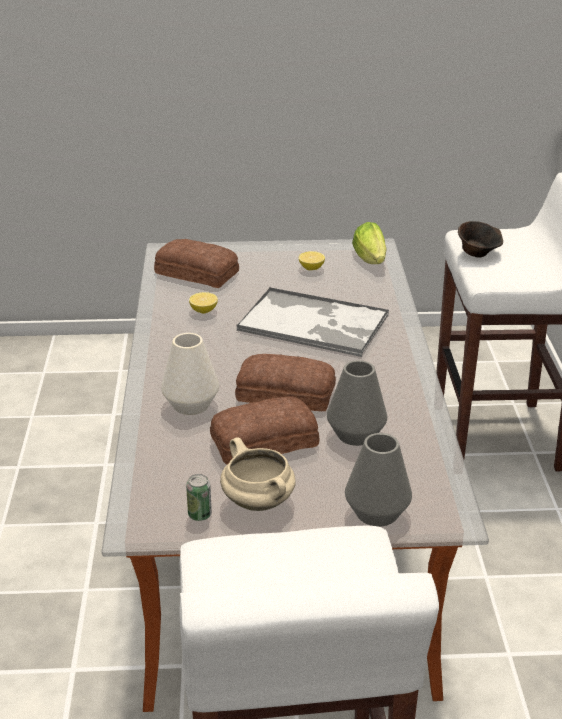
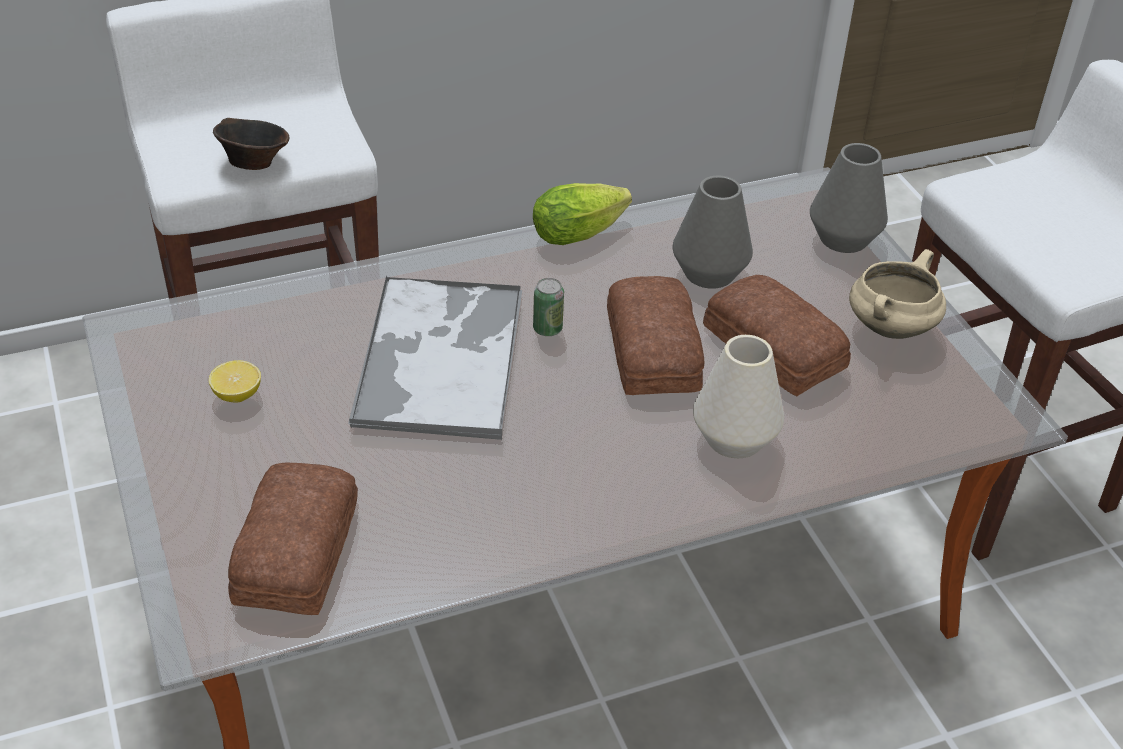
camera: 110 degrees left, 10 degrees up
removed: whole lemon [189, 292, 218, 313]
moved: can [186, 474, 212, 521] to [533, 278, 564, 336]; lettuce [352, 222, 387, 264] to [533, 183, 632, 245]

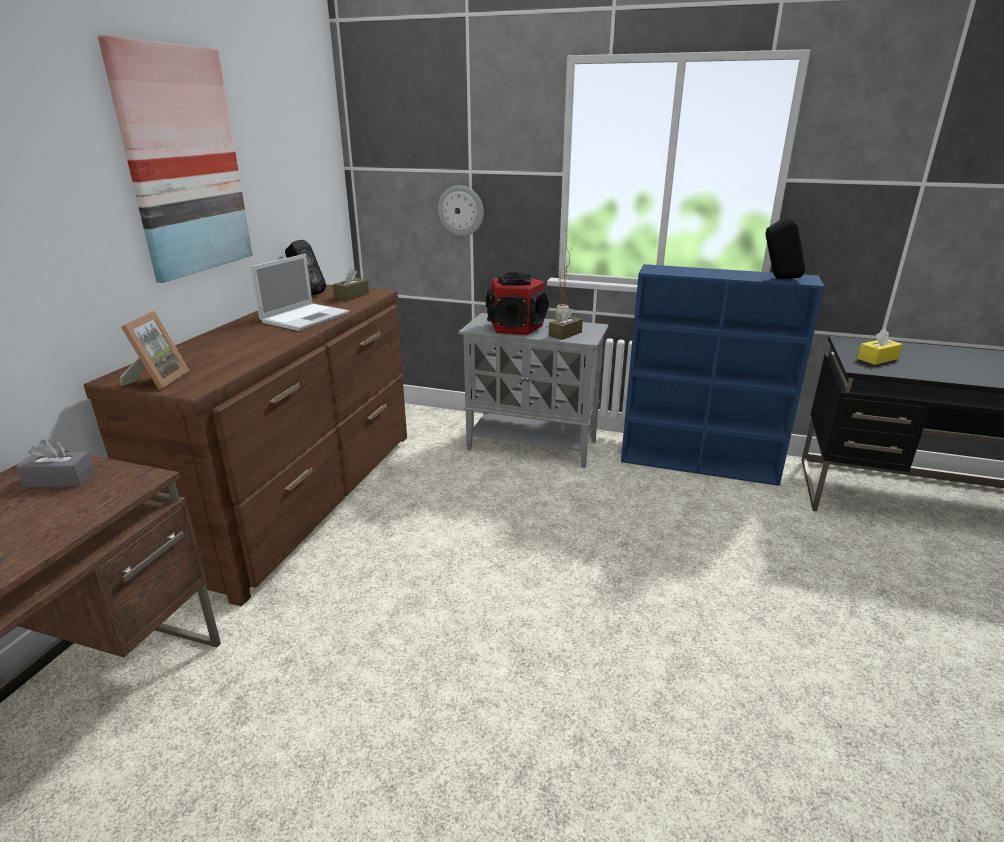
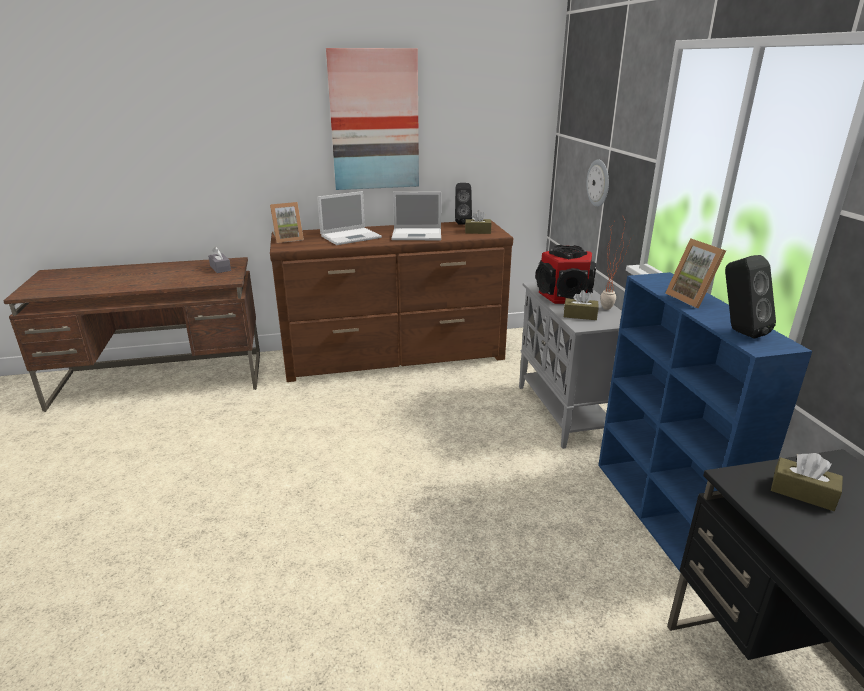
camera: 60 degrees right, 0 degrees up
added: notebook computer [317, 191, 382, 245]; picture frame [666, 238, 726, 308]
recoloured: tissue holder (yellowish) [857, 328, 903, 365] to tissue holder (brown-coloured) [771, 453, 843, 511]

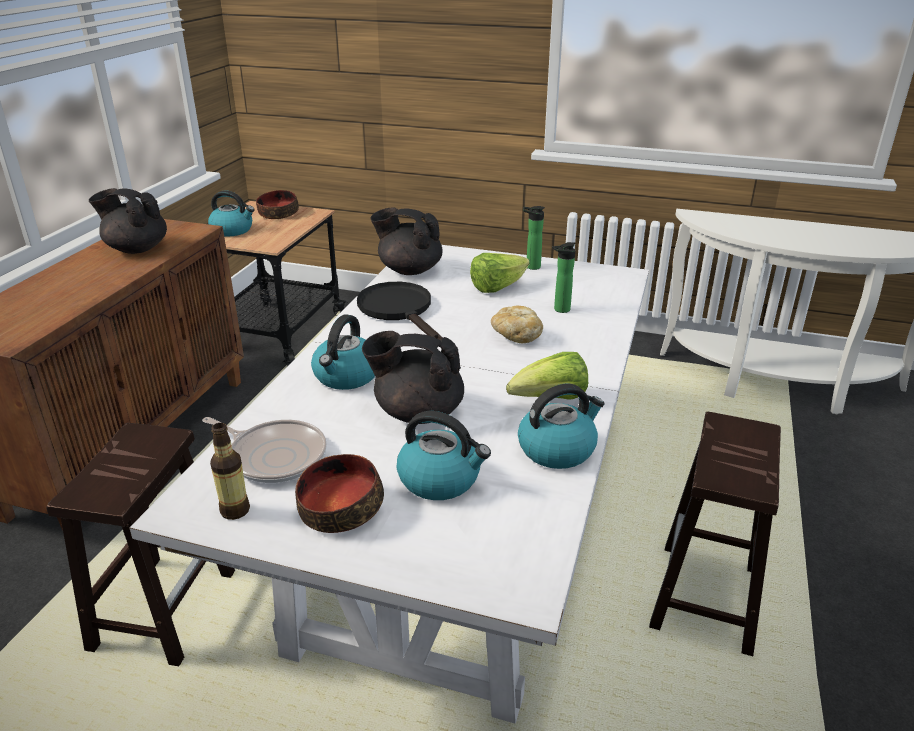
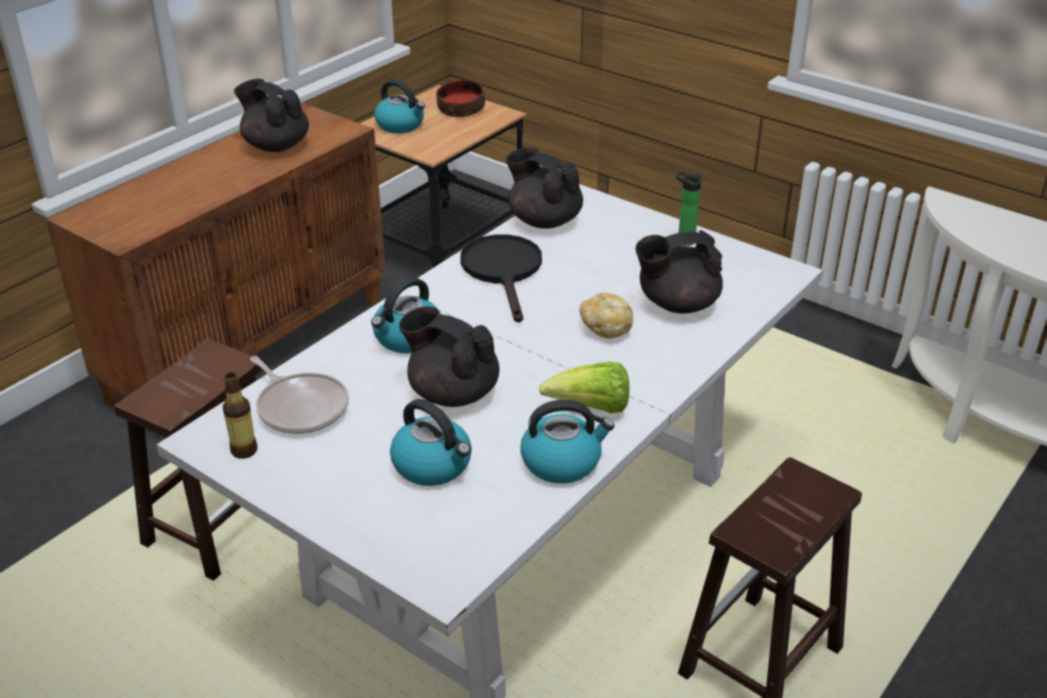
camera: 20 degrees right, 5 degrees up
removed: deep dish [295, 454, 384, 533]; lettuce [470, 253, 530, 293]
replaced: bottle [552, 242, 575, 313] to teapot (black) [635, 230, 723, 314]

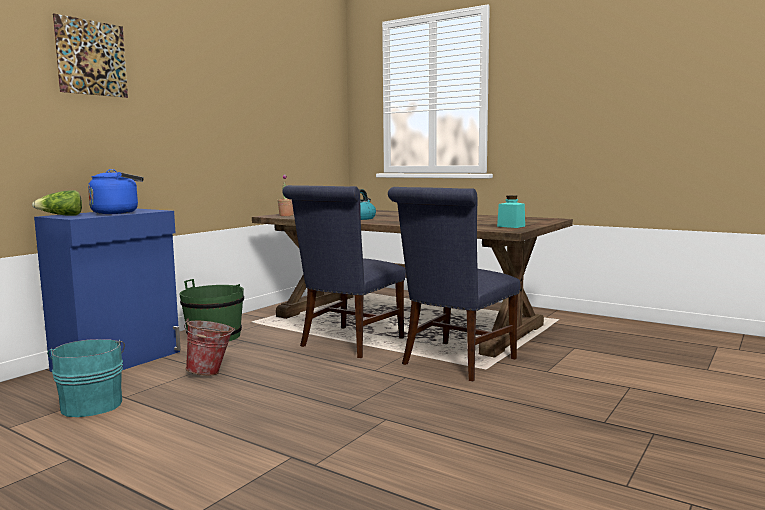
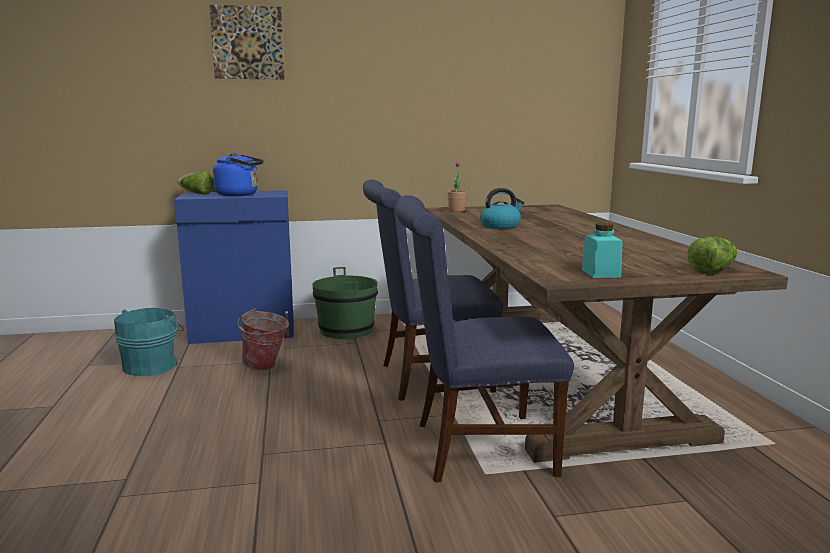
camera: 45 degrees right, 5 degrees up
added: lettuce [687, 237, 737, 274]

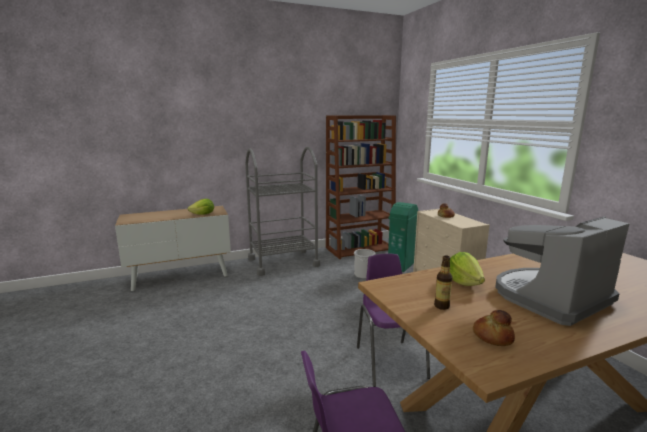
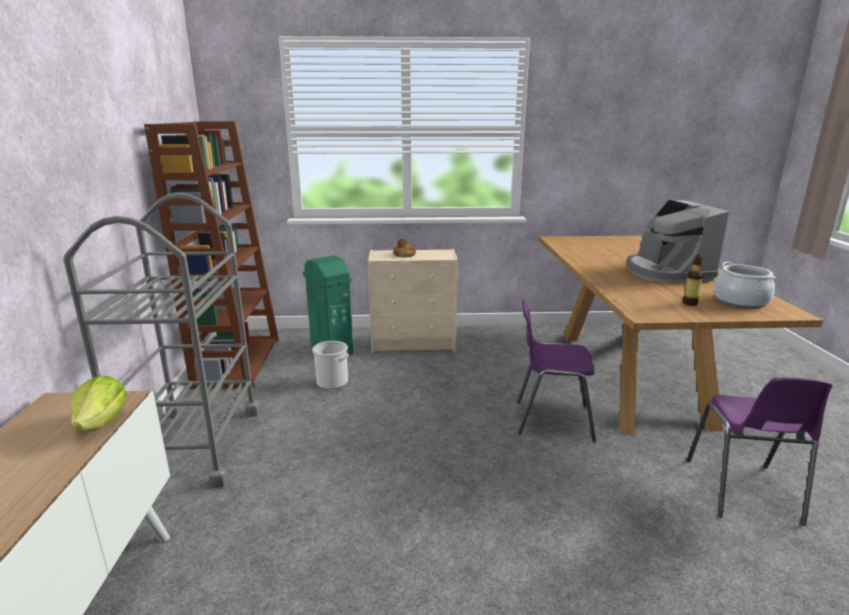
camera: 70 degrees left, 5 degrees up
removed: lettuce [450, 252, 485, 286]
replaced: bread [473, 310, 515, 346] to stockpot [714, 262, 776, 308]

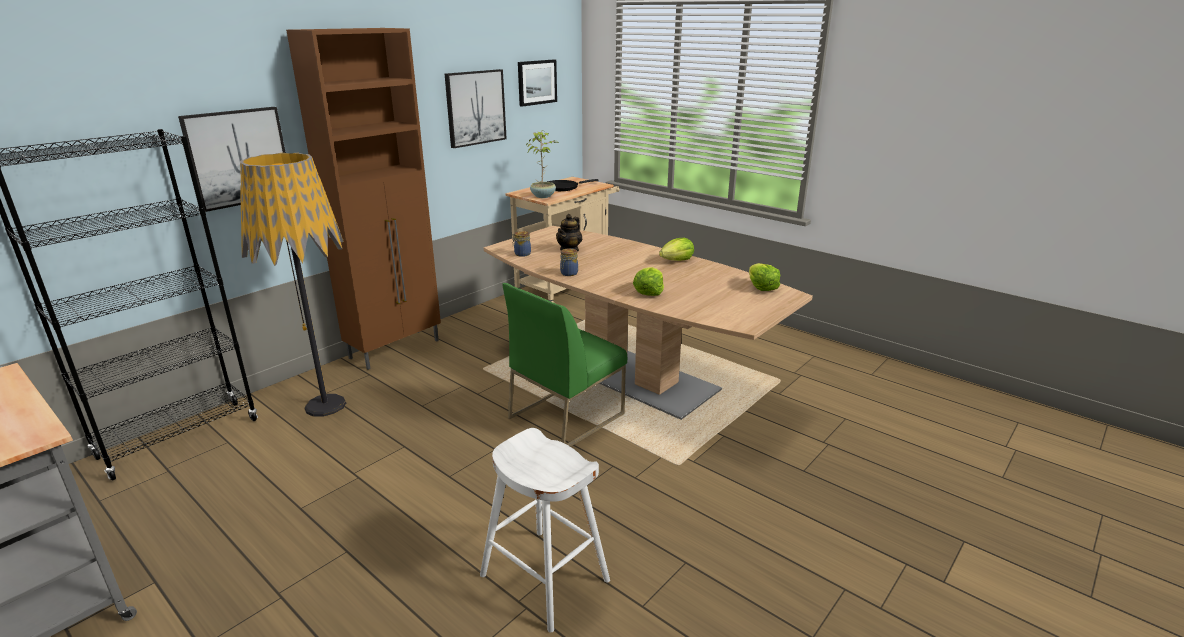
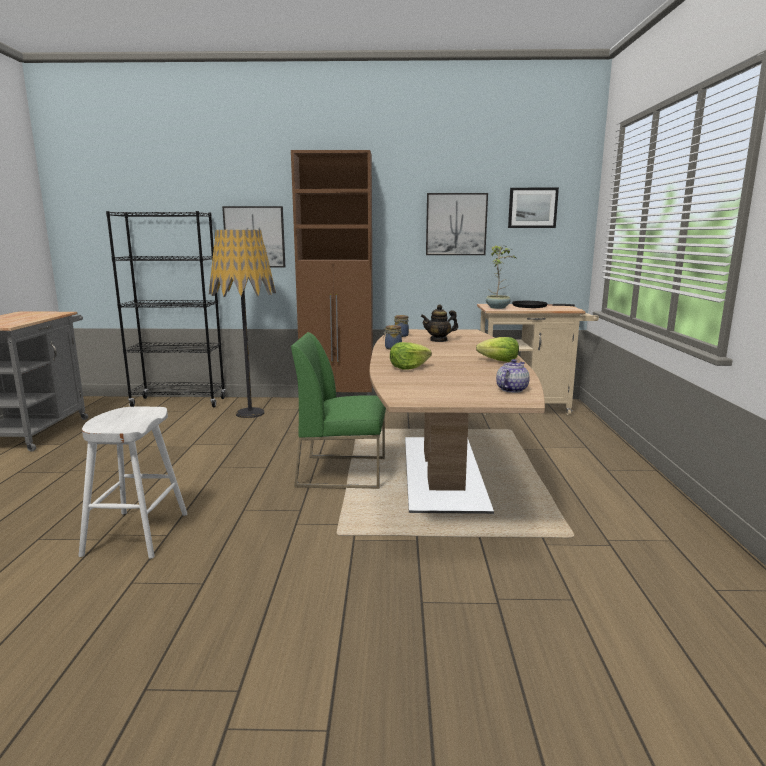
camera: 50 degrees right, 10 degrees down
replaced: lettuce [749, 263, 780, 291] to teapot [496, 359, 530, 393]

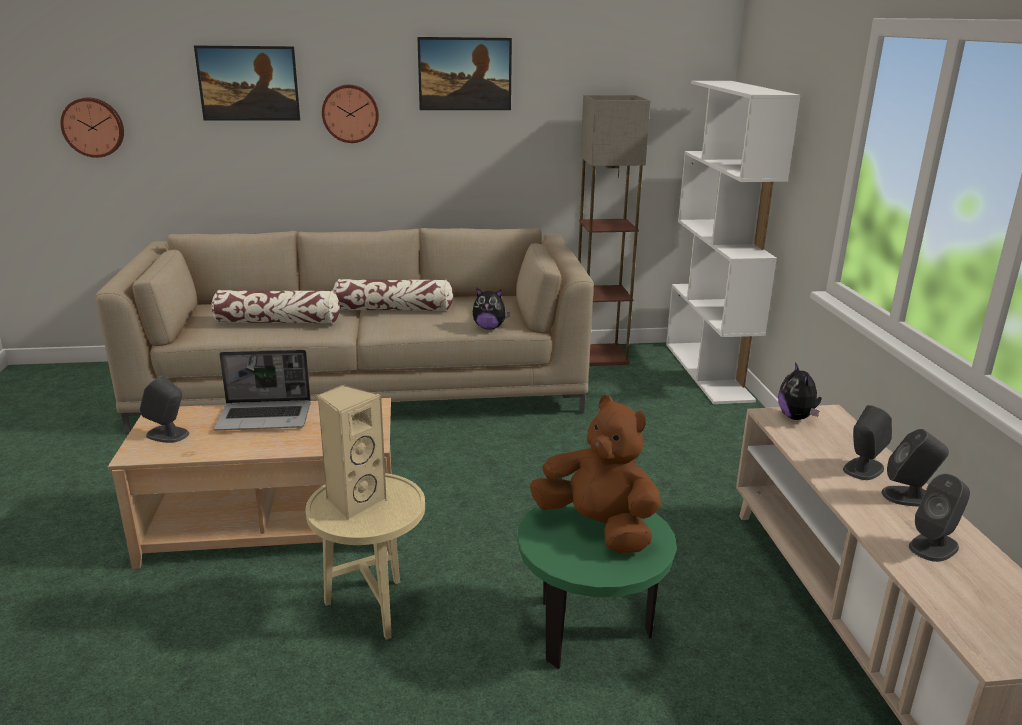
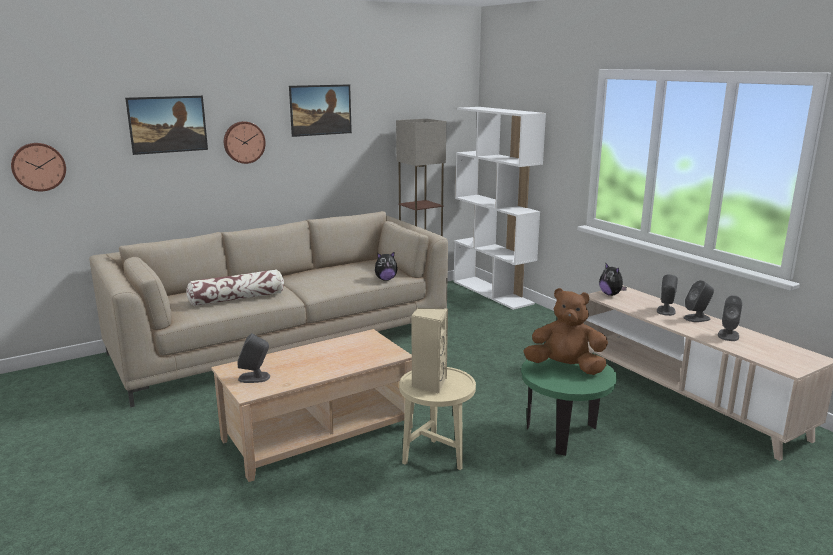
camera: 25 degrees left, 5 degrees down
removed: notebook computer [214, 350, 311, 430]; cushion [333, 279, 453, 311]

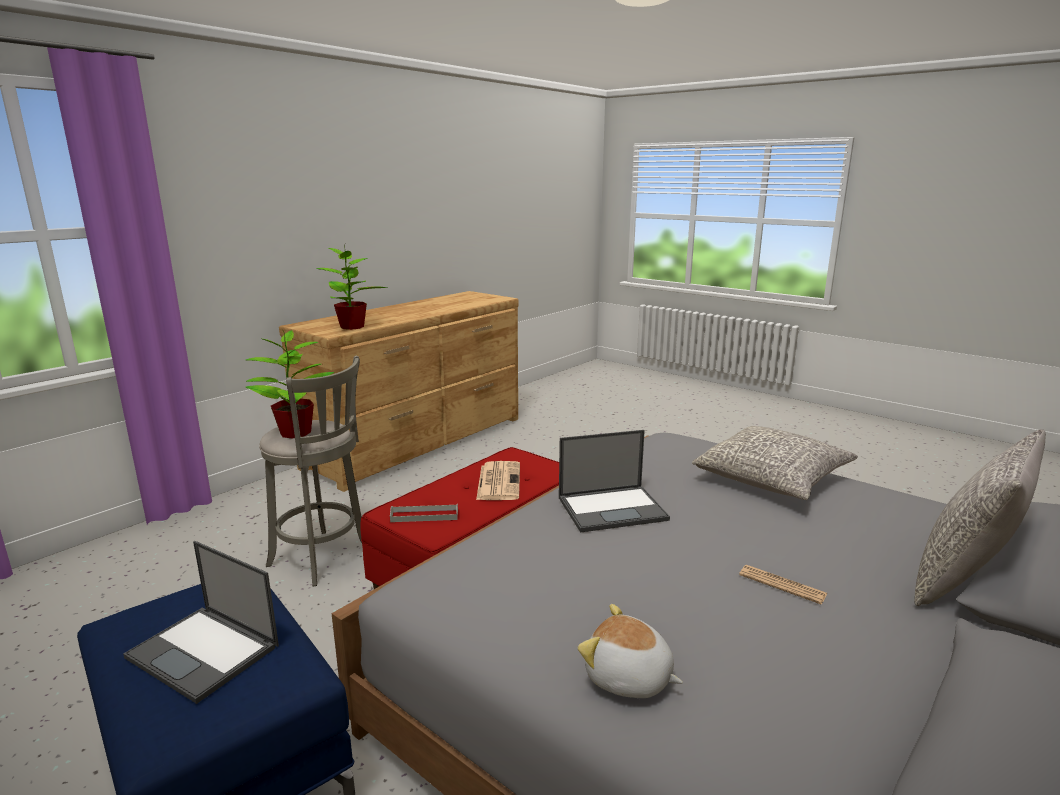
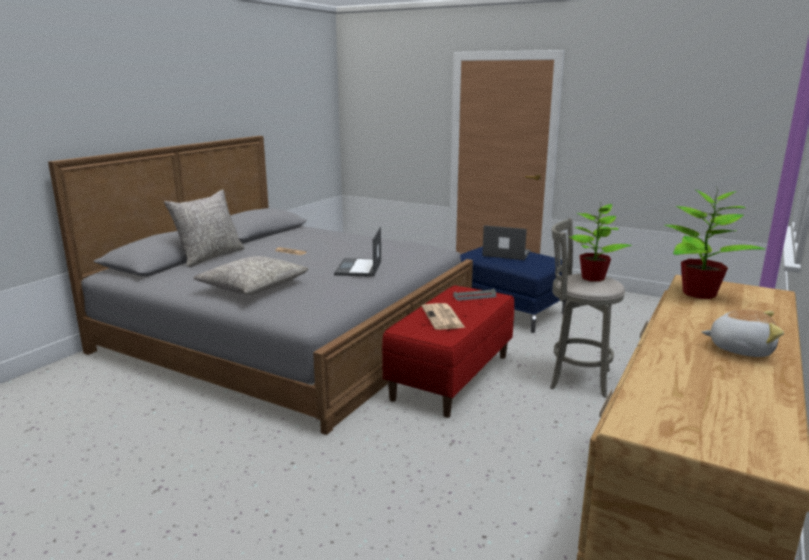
camera: 170 degrees right, 0 degrees up
moved: soft toy [578, 604, 683, 698] to [702, 310, 784, 357]
turned: notebook computer [559, 430, 670, 533] = [334, 227, 381, 277] 60 degrees counterclockwise

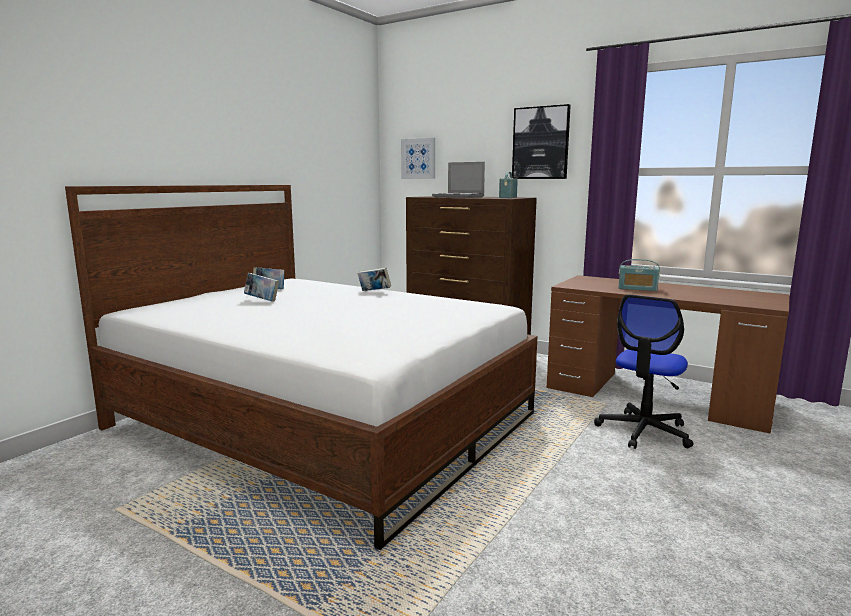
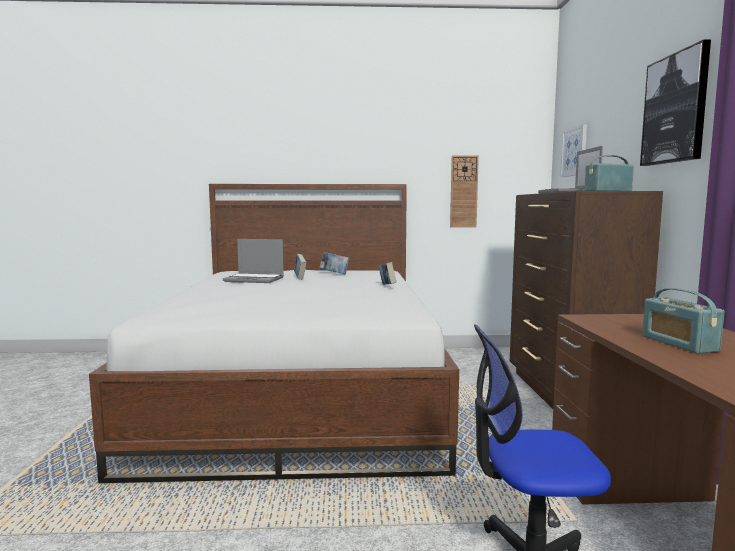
camera: 55 degrees right, 5 degrees down
added: notebook computer [223, 239, 284, 283]; wall clock [450, 155, 479, 228]

